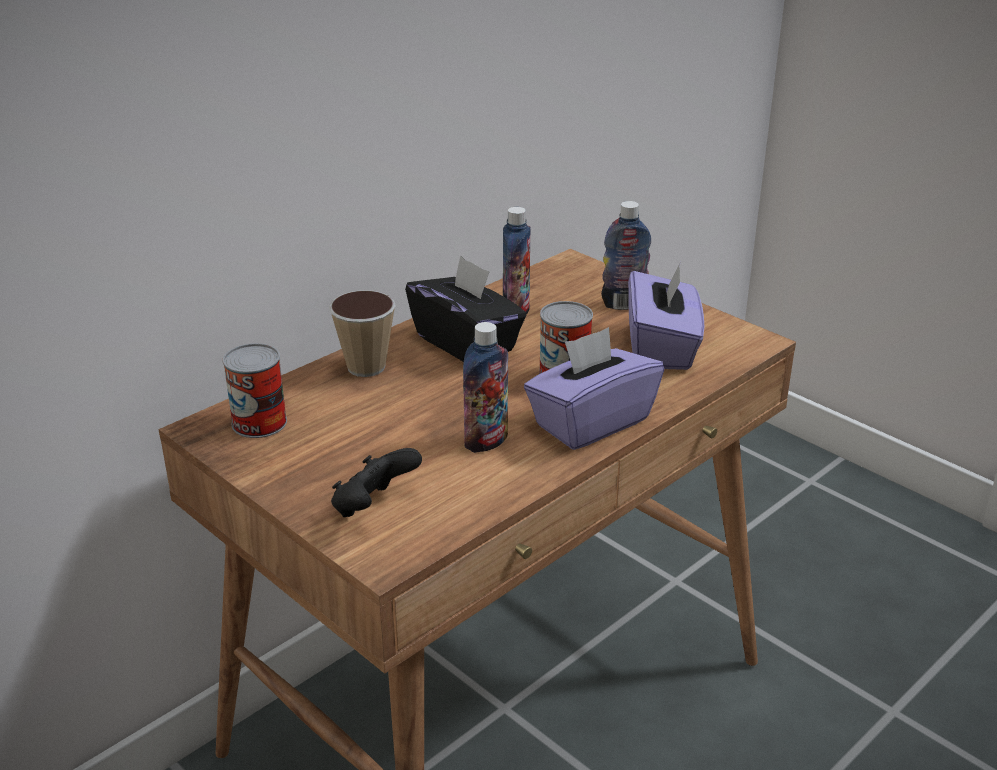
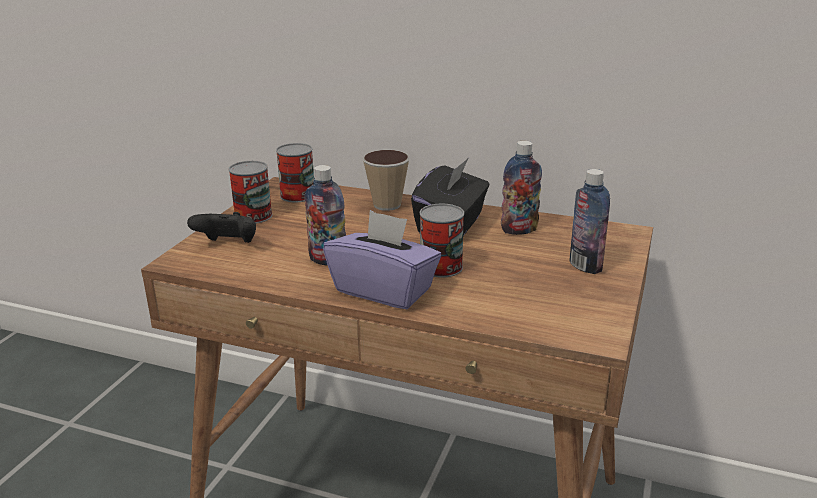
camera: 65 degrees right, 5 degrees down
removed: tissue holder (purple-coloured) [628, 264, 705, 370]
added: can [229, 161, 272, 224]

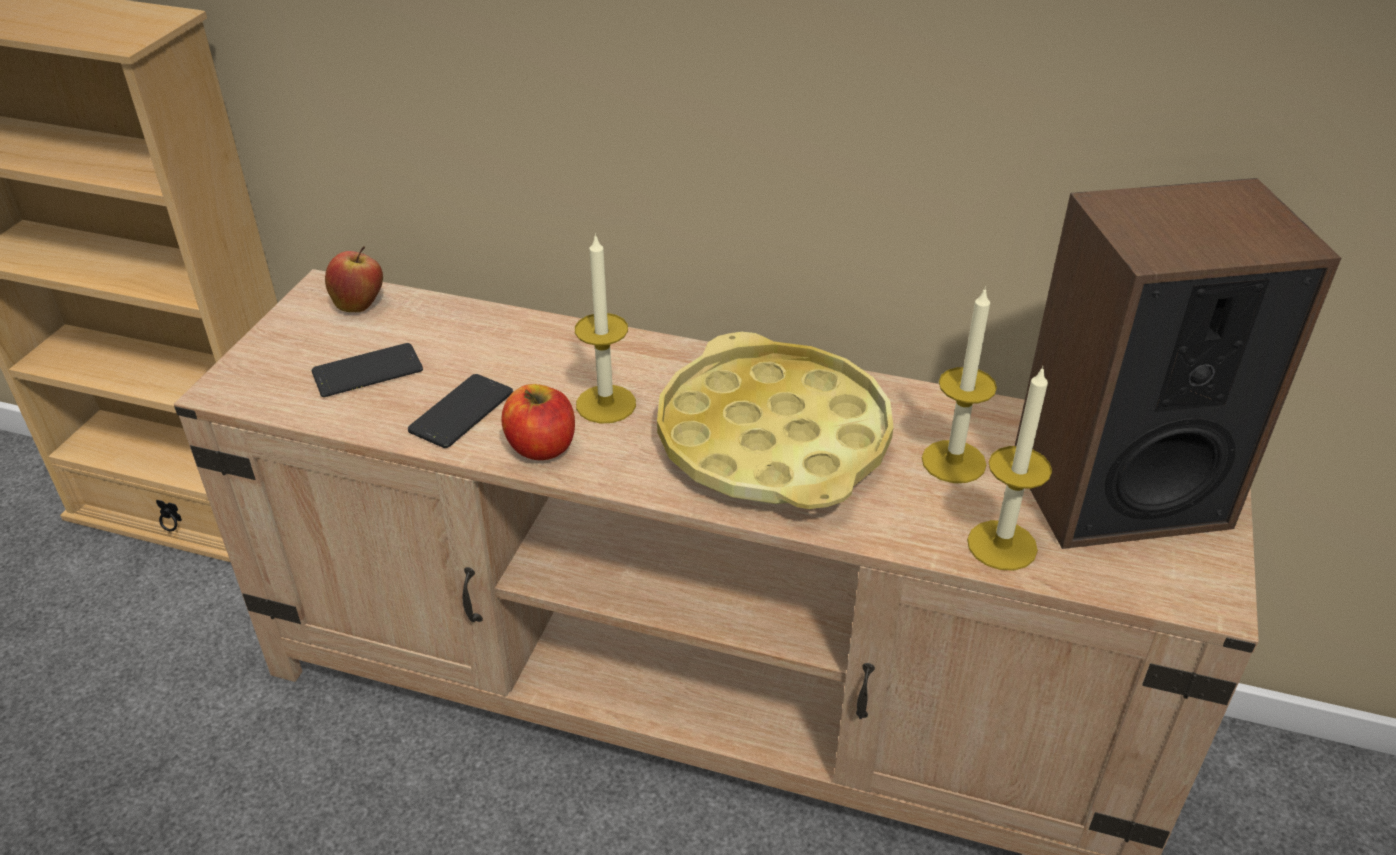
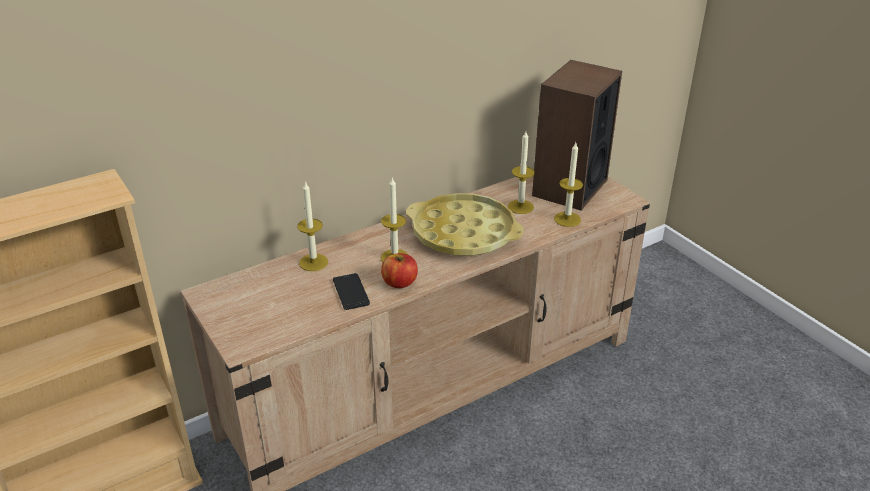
camera: 50 degrees left, 5 degrees down
removed: handset [312, 343, 423, 397]; apple [325, 246, 383, 312]
added: candle [297, 181, 328, 271]

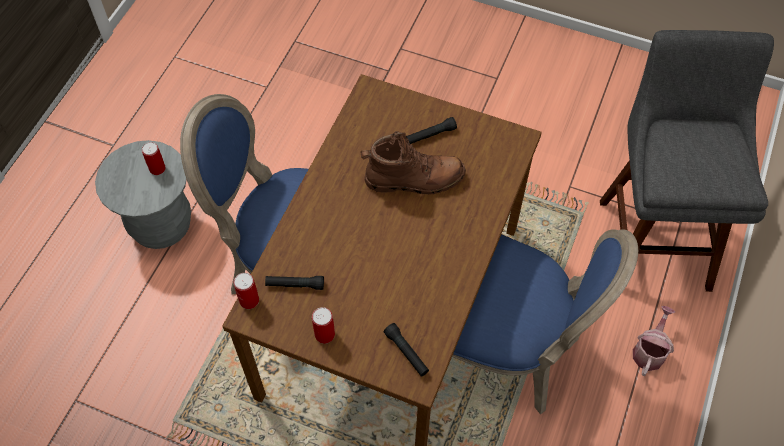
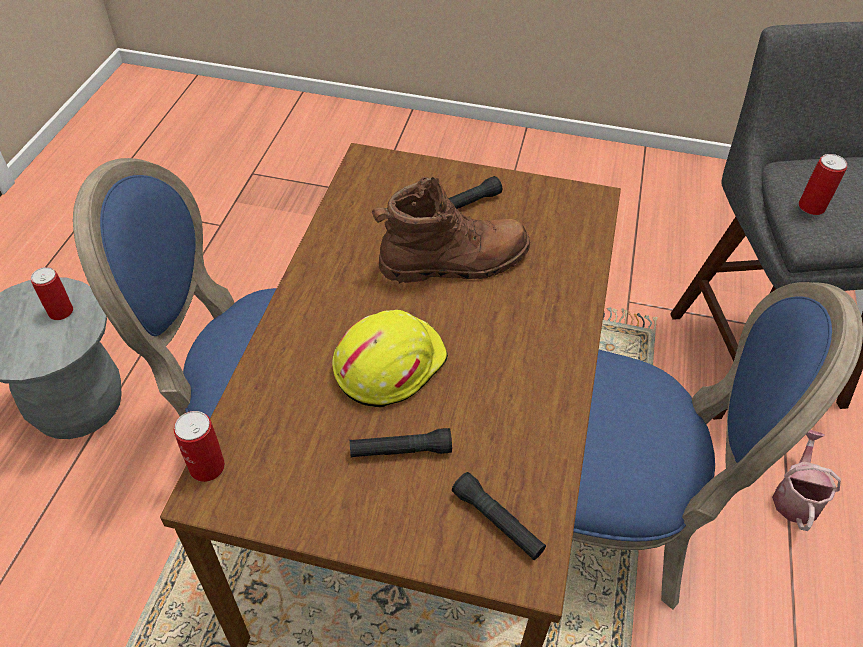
camera: 10 degrees left, 10 degrees down
added: work helmet (yellowish) [332, 310, 448, 408]
moved: hand torch (black) [265, 276, 324, 290] to [350, 428, 452, 458]; can [312, 307, 335, 344] to [799, 154, 847, 215]

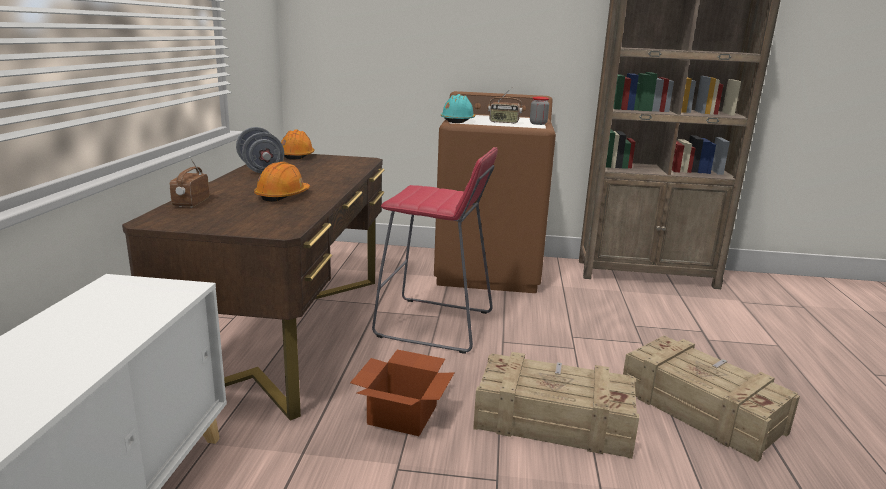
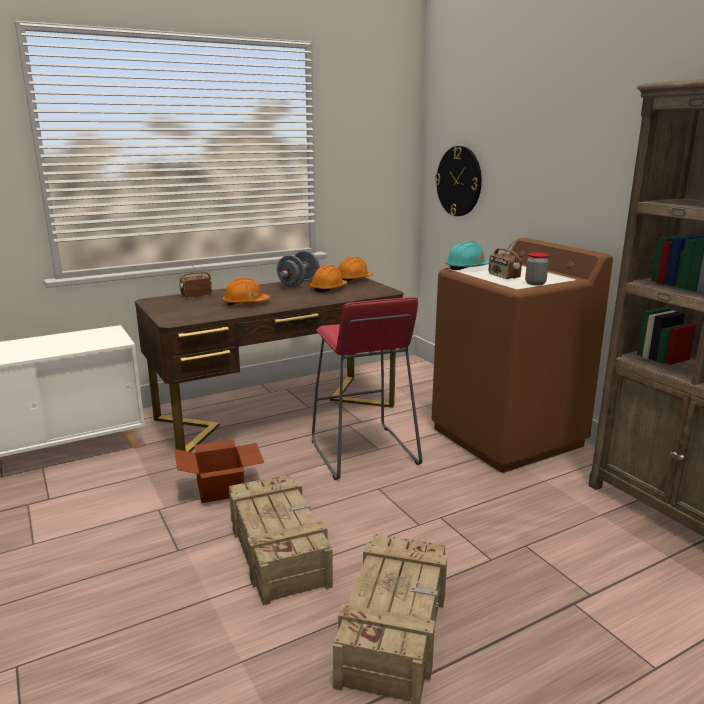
camera: 55 degrees right, 0 degrees up
added: work helmet (orange-coloured) [310, 265, 347, 292]; wall clock [435, 146, 482, 216]

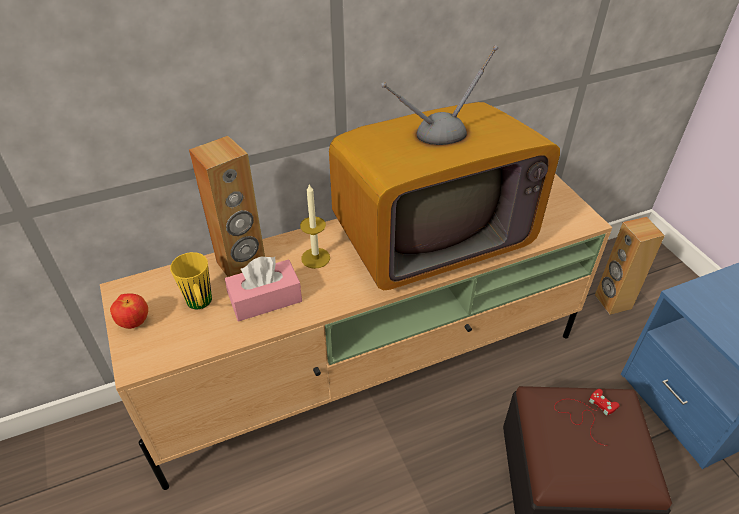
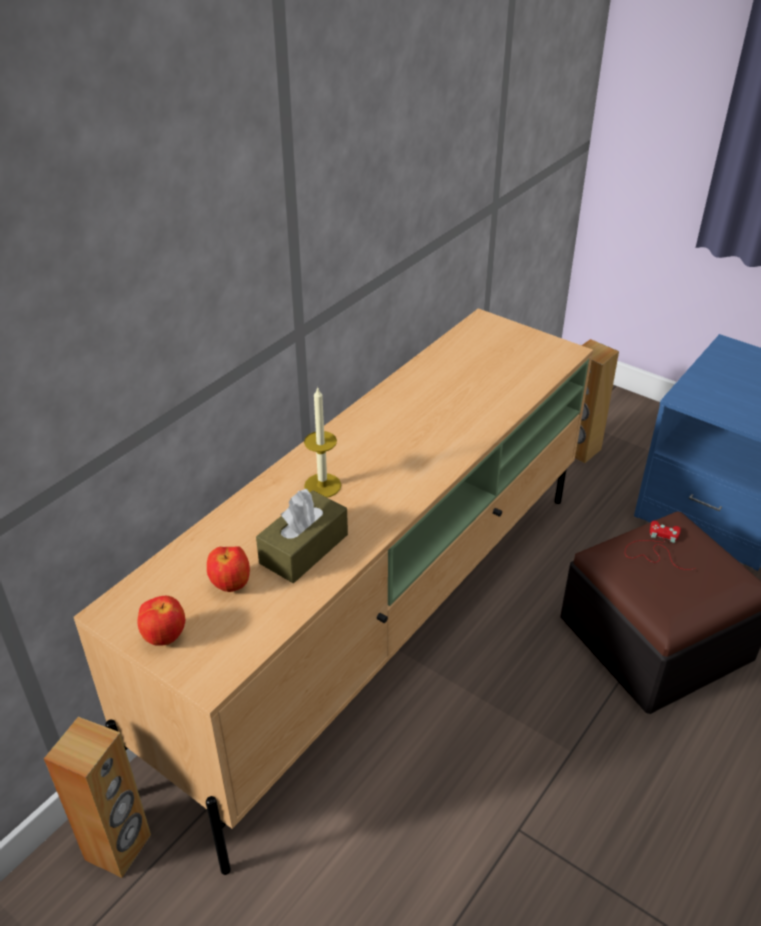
camera: 30 degrees left, 5 degrees down
removed: TV [329, 45, 560, 290]
moved: loudspeaker (brown-coloured) [189, 136, 265, 277] to [44, 717, 151, 878]
replaced: coffee mug (yellowish) [170, 252, 212, 309] to apple [207, 546, 250, 592]
recoloured: tissue holder (pinkish) [225, 257, 302, 321] to tissue holder (brown-coloured) [256, 489, 348, 583]

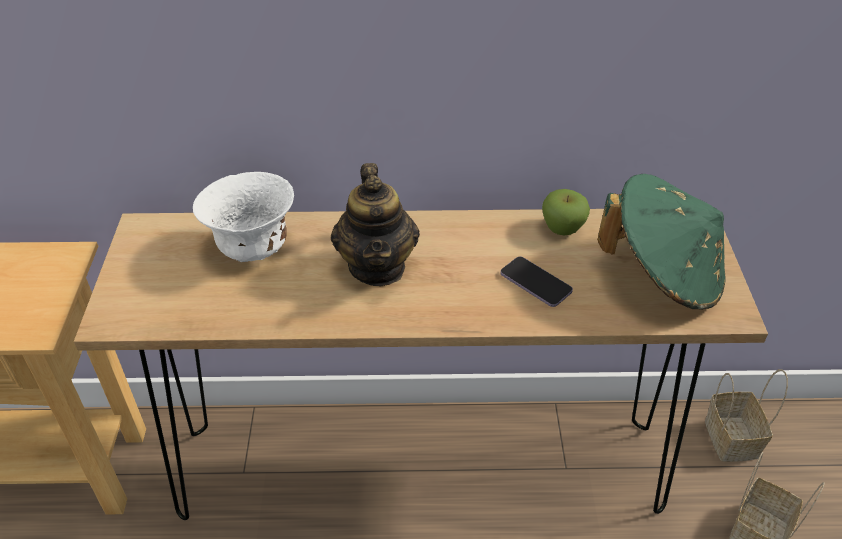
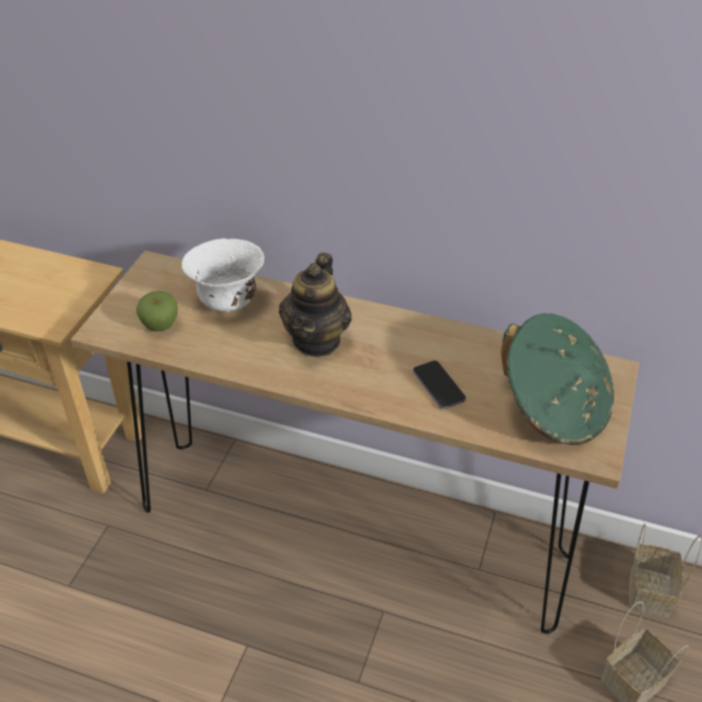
camera: 20 degrees right, 0 degrees up
moved: apple [542, 189, 590, 236] to [136, 291, 178, 332]

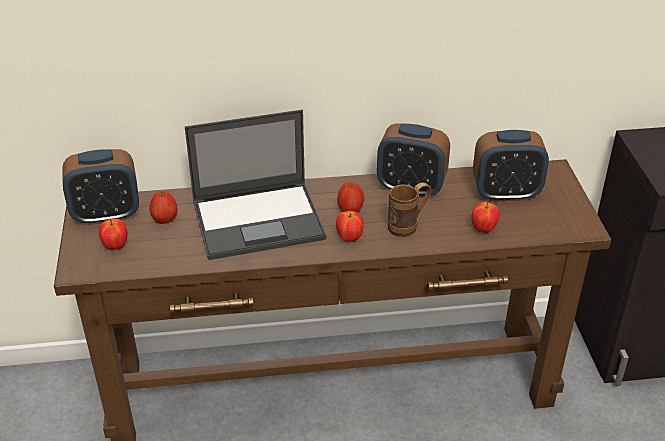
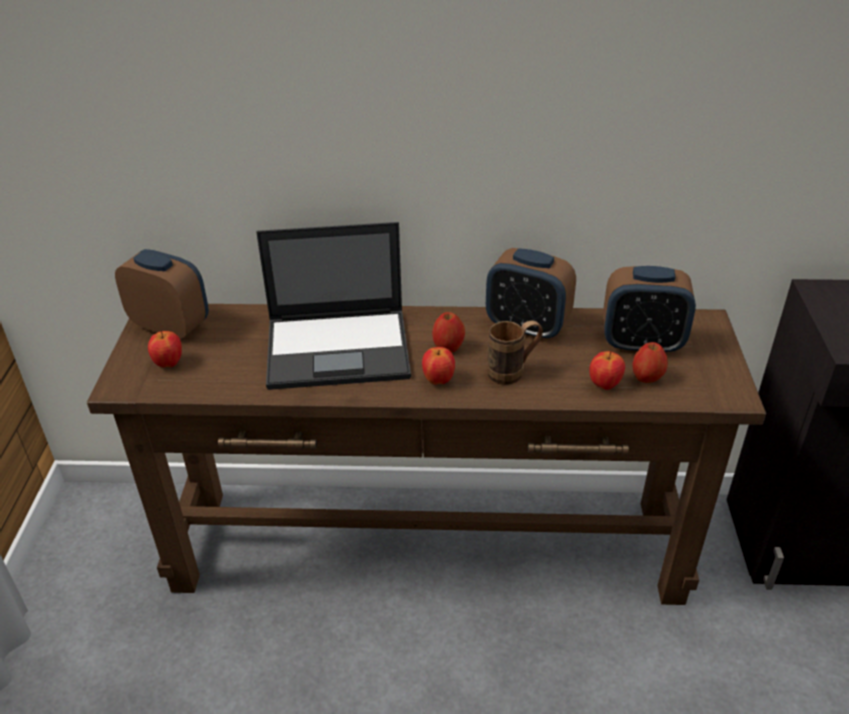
camera: 10 degrees right, 0 degrees up
moved: apple [149, 191, 178, 224] to [633, 342, 668, 383]
turned: table clock [62, 149, 139, 225] = [115, 249, 209, 339] 150 degrees counterclockwise

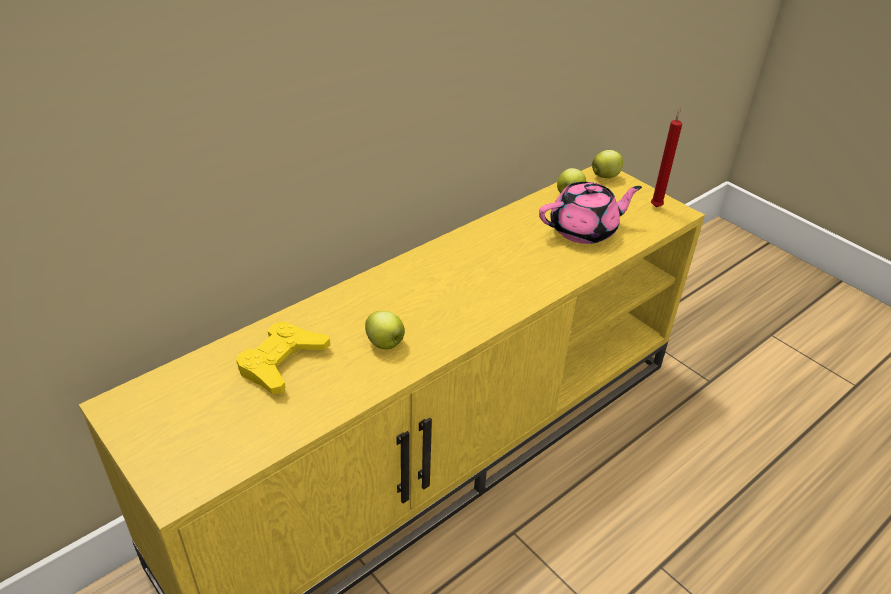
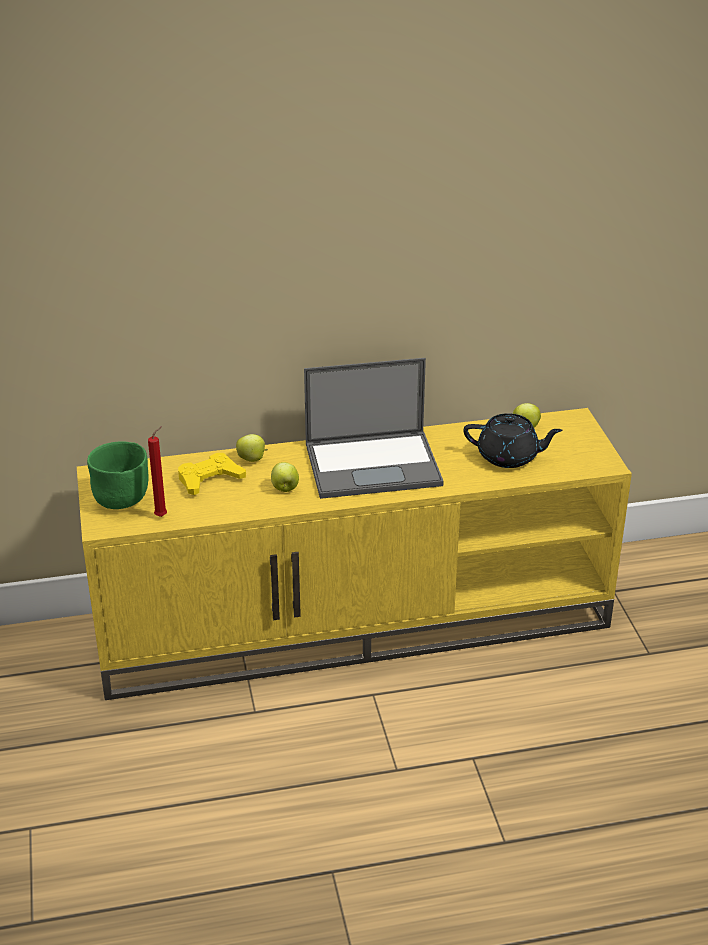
camera: 30 degrees right, 5 degrees down
added: deep dish (green) [87, 442, 148, 509]; notebook computer [304, 358, 444, 499]
moved: apple [592, 150, 623, 178] to [236, 434, 268, 462]; candle (red) [651, 107, 682, 207] to [148, 426, 167, 517]
recoloured: teapot (pinkish) [539, 182, 642, 244] to teapot (black) [464, 413, 563, 468]

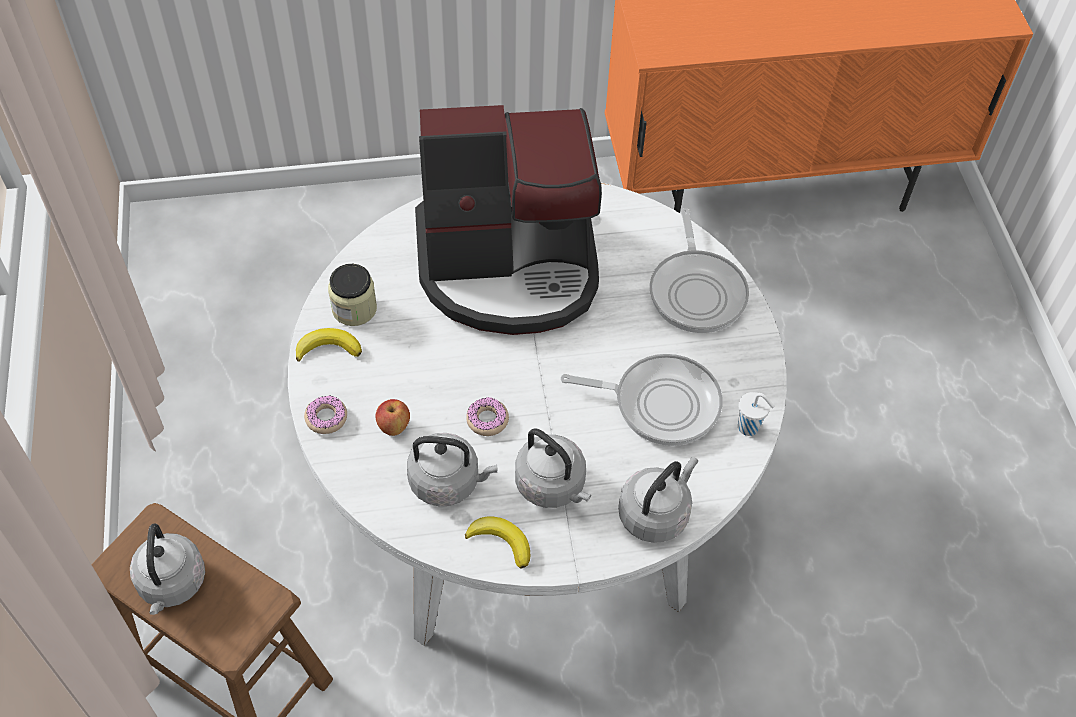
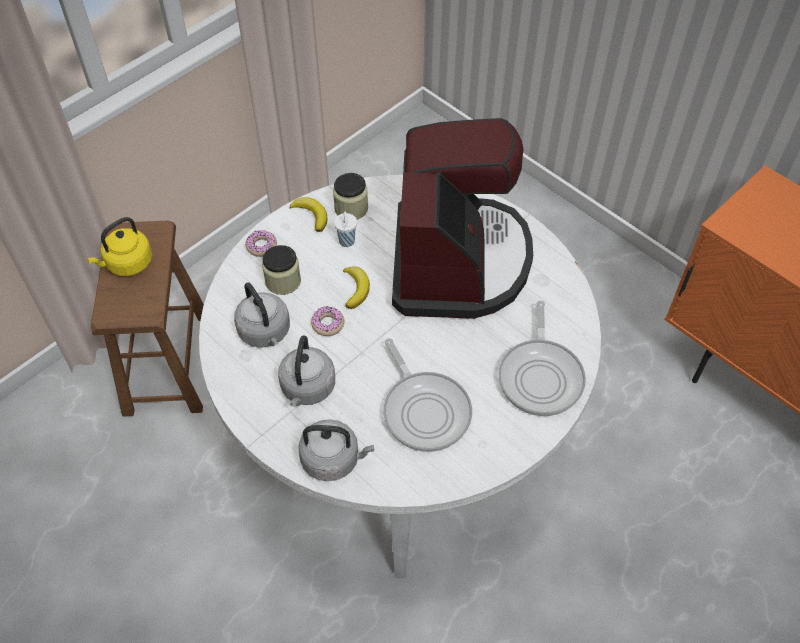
camera: 55 degrees right, 0 degrees up
moved: whole banana [465, 516, 530, 569] to [343, 266, 370, 309]; small cup (white) [738, 392, 774, 436] to [334, 212, 357, 247]
replaced: apple [376, 399, 410, 436] to jar [262, 245, 301, 295]
recoloured: kettle (grey) [130, 523, 205, 615] to kettle (yellowish) [87, 217, 152, 276]
turned: coffee maker [415, 105, 602, 335] = [392, 118, 533, 319] 135 degrees counterclockwise; skillet [650, 208, 749, 333] = [498, 301, 586, 416] 45 degrees counterclockwise

